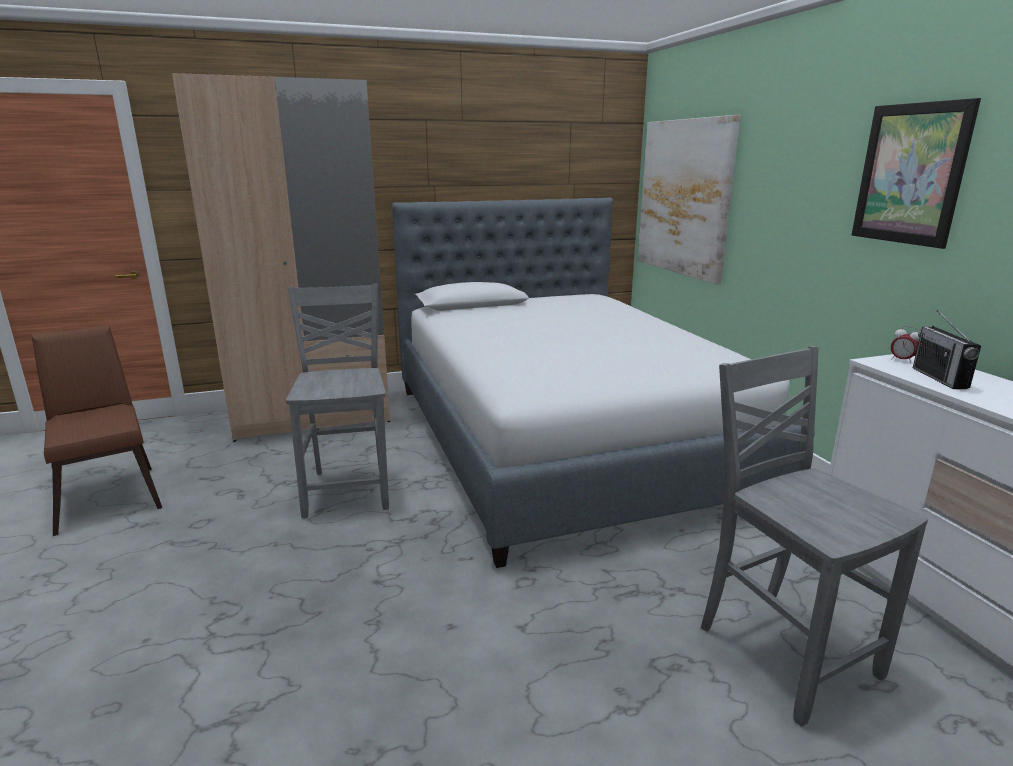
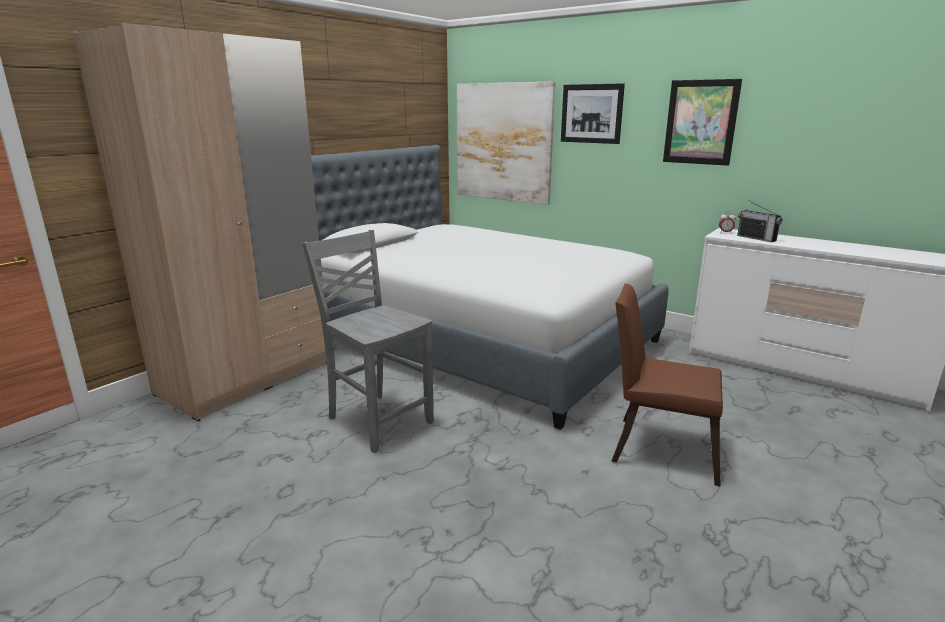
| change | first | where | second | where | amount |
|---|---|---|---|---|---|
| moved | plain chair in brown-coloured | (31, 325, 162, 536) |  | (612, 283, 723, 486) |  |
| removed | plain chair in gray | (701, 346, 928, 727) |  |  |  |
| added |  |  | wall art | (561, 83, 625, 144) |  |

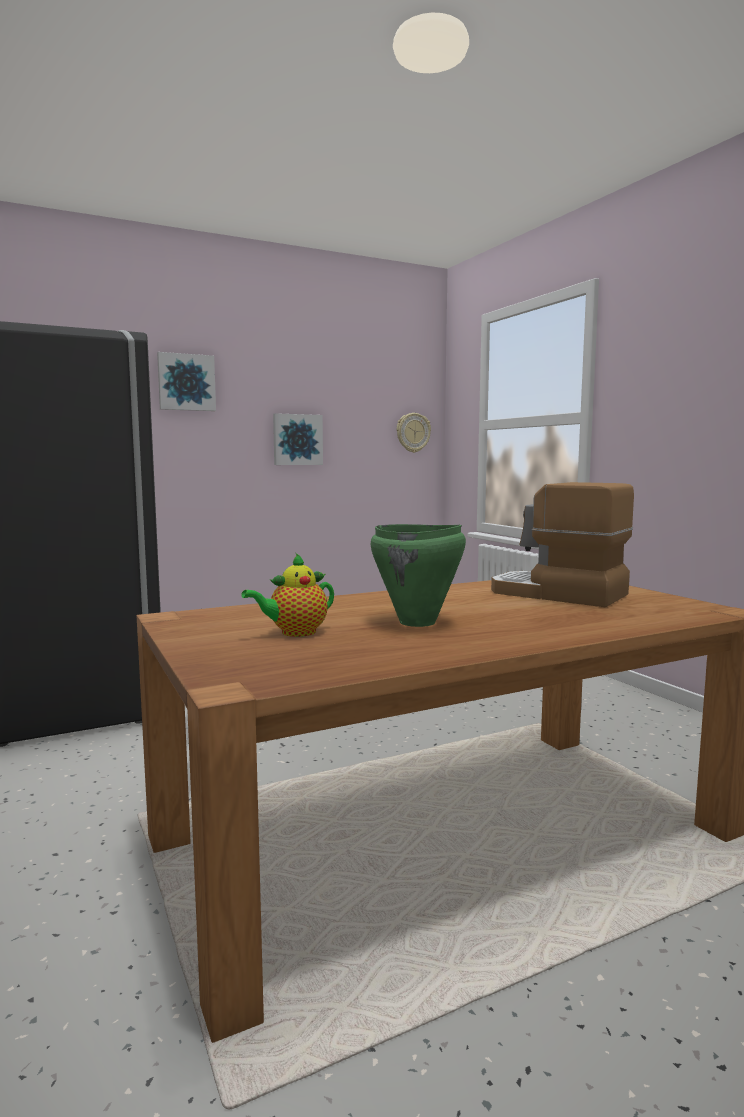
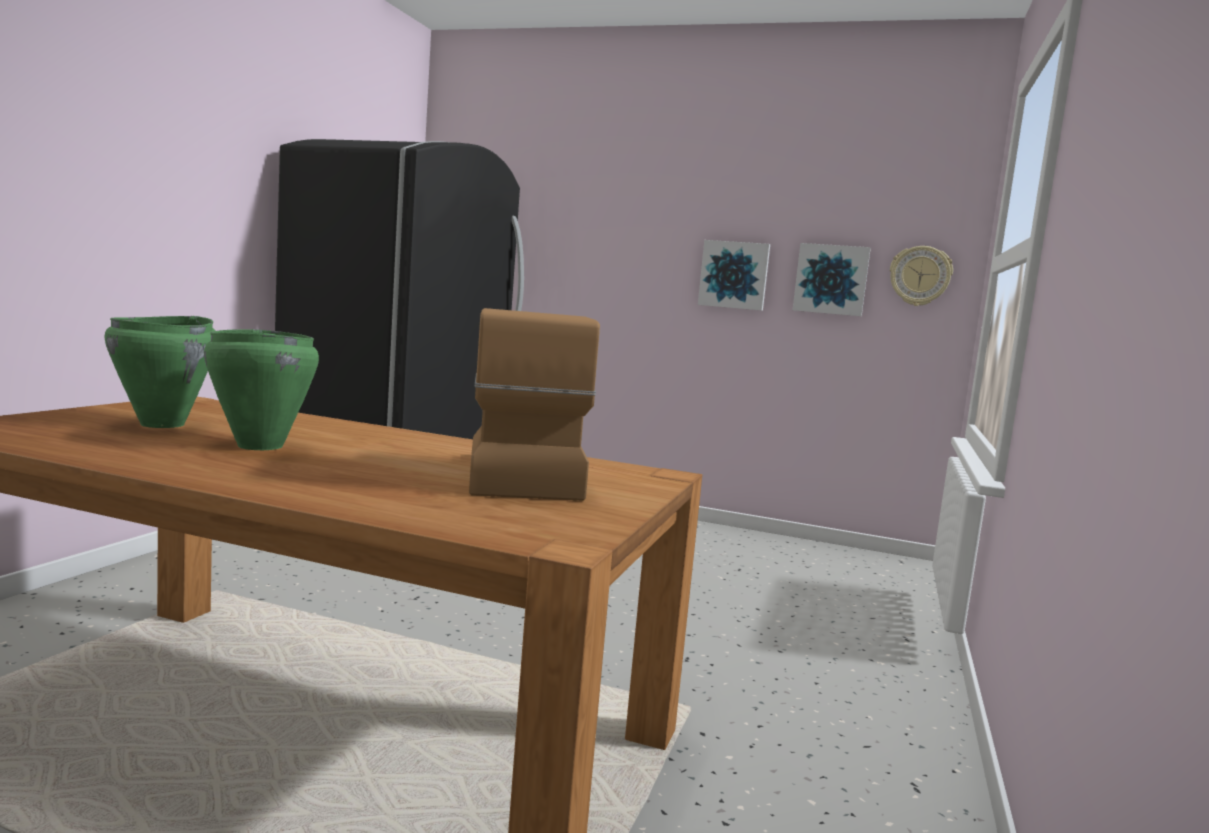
| change | first | where | second | where | amount |
|---|---|---|---|---|---|
| moved | wall art | (157, 352, 216, 411) |  | (793, 243, 871, 316) |  |
| replaced | teapot | (241, 553, 334, 637) | stockpot in greenish | (104, 316, 215, 428) |  |

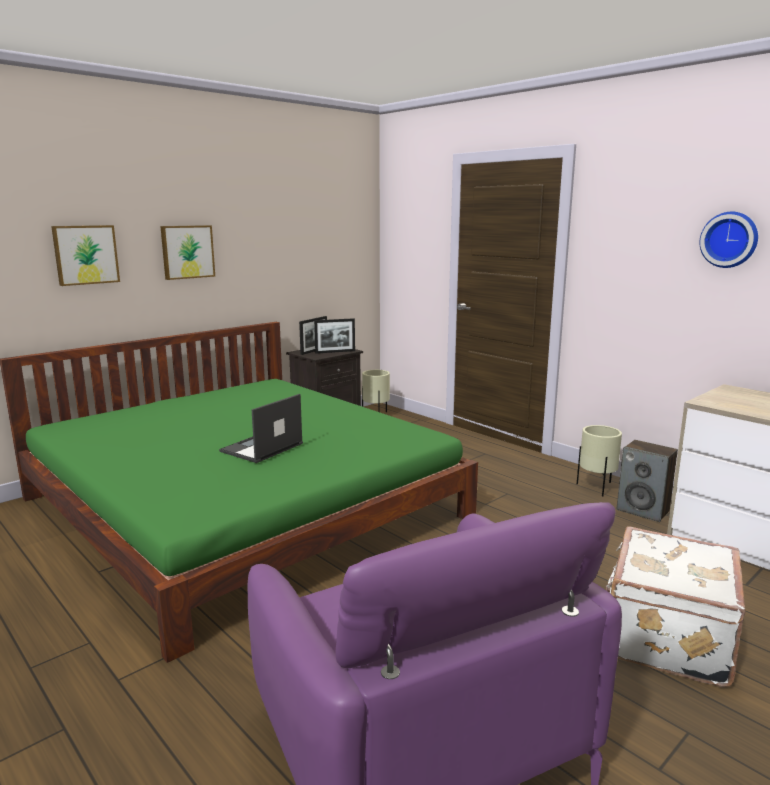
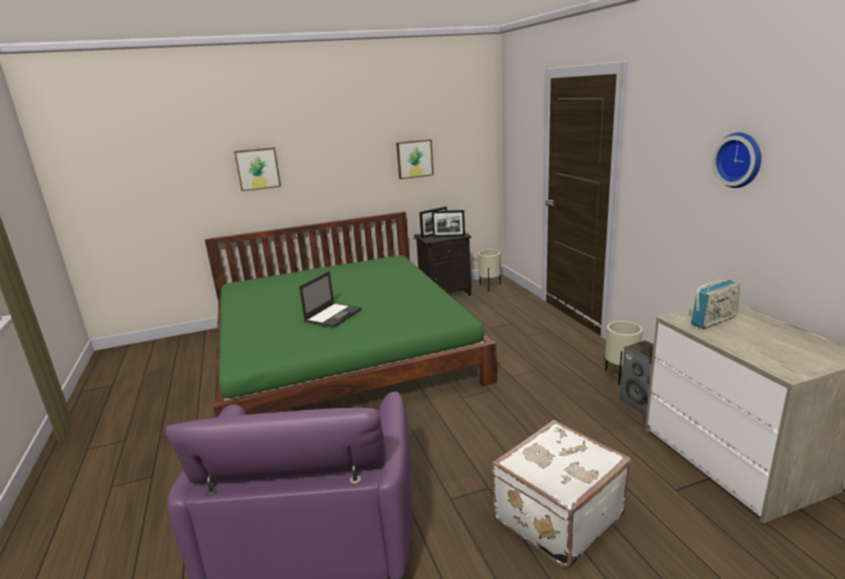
| change | first | where | second | where | amount |
|---|---|---|---|---|---|
| moved | wall art | (160, 225, 215, 280) |  | (396, 139, 434, 179) |  |
| turned | portable computer | (219, 394, 303, 463) |  | (299, 271, 362, 328) | 150 degrees clockwise |
| added |  |  | radio receiver | (691, 280, 740, 329) |  |

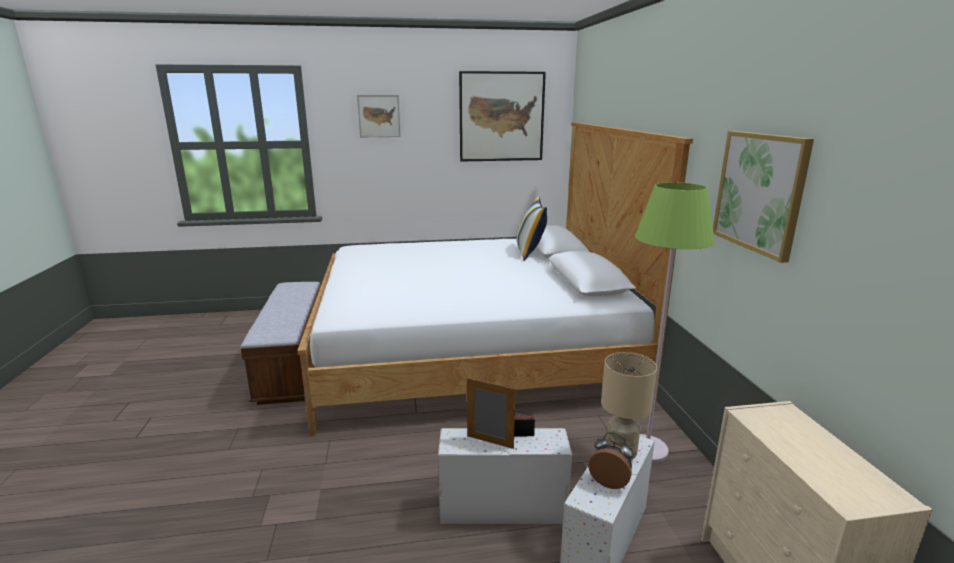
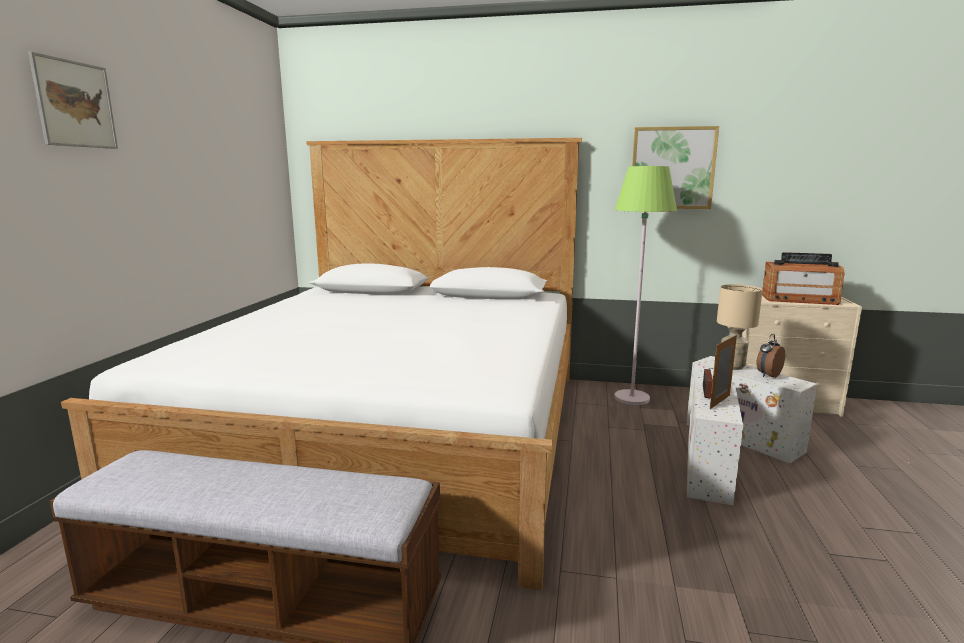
| change | first | where | second | where | amount |
|---|---|---|---|---|---|
| removed | wall art | (459, 71, 546, 162) |  |  |  |
| removed | throw pillow | (517, 197, 547, 261) |  |  |  |
| added |  |  | radio receiver | (762, 252, 845, 305) |  |

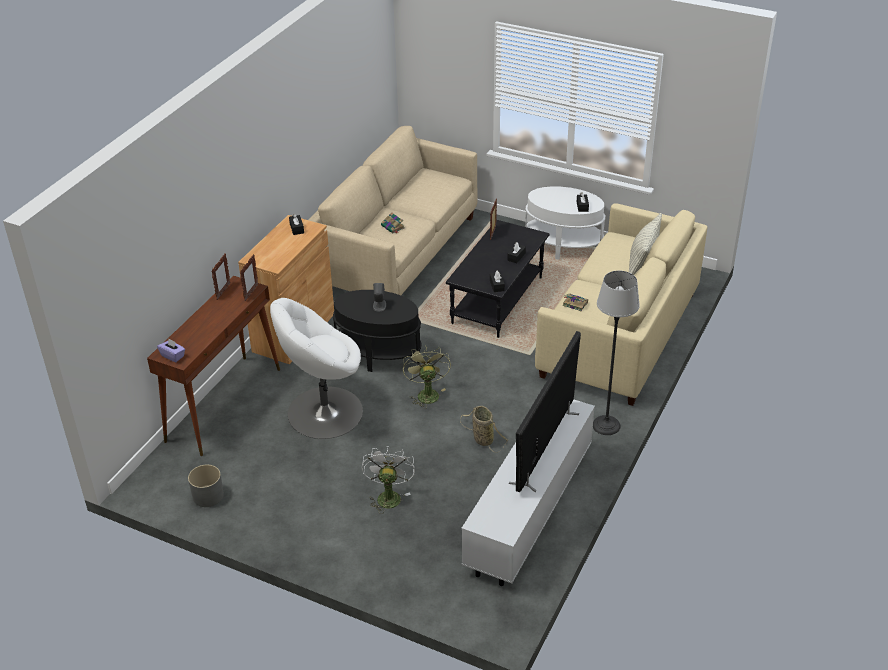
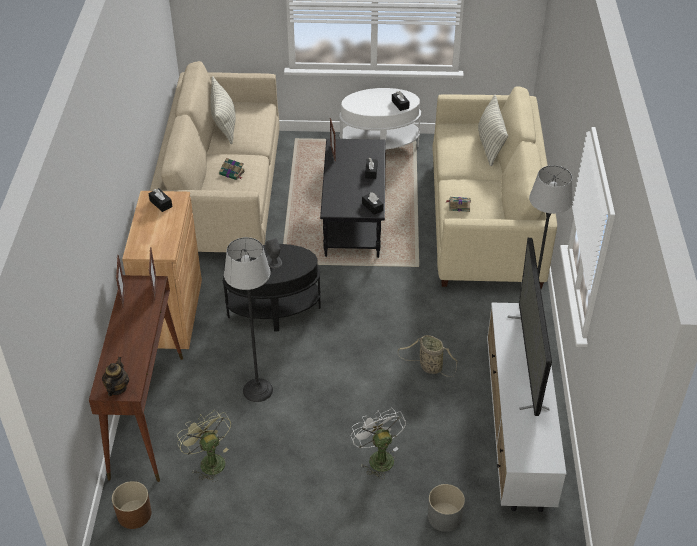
| change | first | where | second | where | amount |
|---|---|---|---|---|---|
| replaced | easy chair in white-coloured | (270, 298, 363, 439) | standing lamp | (224, 237, 273, 402) |  |
| replaced | tissue holder in purple-coloured | (157, 338, 185, 362) | teapot | (102, 357, 129, 396) |  |
| moved | cooling fan in greenish | (403, 346, 451, 409) |  | (177, 410, 231, 482) |  |
| moved | plant pot in gray | (188, 465, 224, 507) |  | (428, 484, 465, 532) |  |
| added |  |  | throw pillow | (210, 76, 236, 144) |  |
| added |  |  | plant pot in brown-coloured | (112, 481, 151, 529) |  |

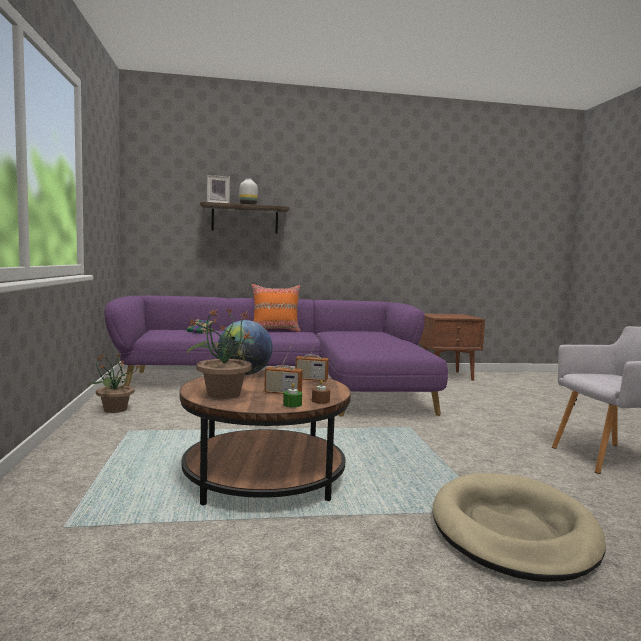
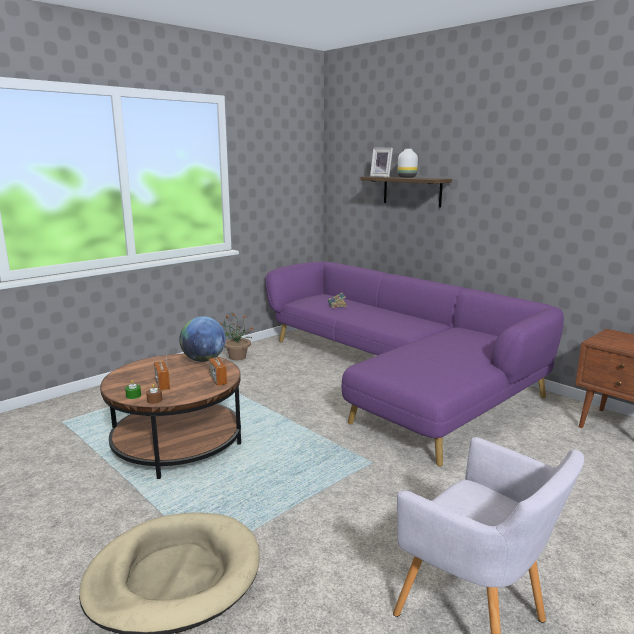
| change | first | where | second | where | amount |
|---|---|---|---|---|---|
| removed | throw pillow in orangey | (251, 284, 301, 332) |  |  |  |
| removed | potted plant | (186, 308, 258, 399) |  |  |  |

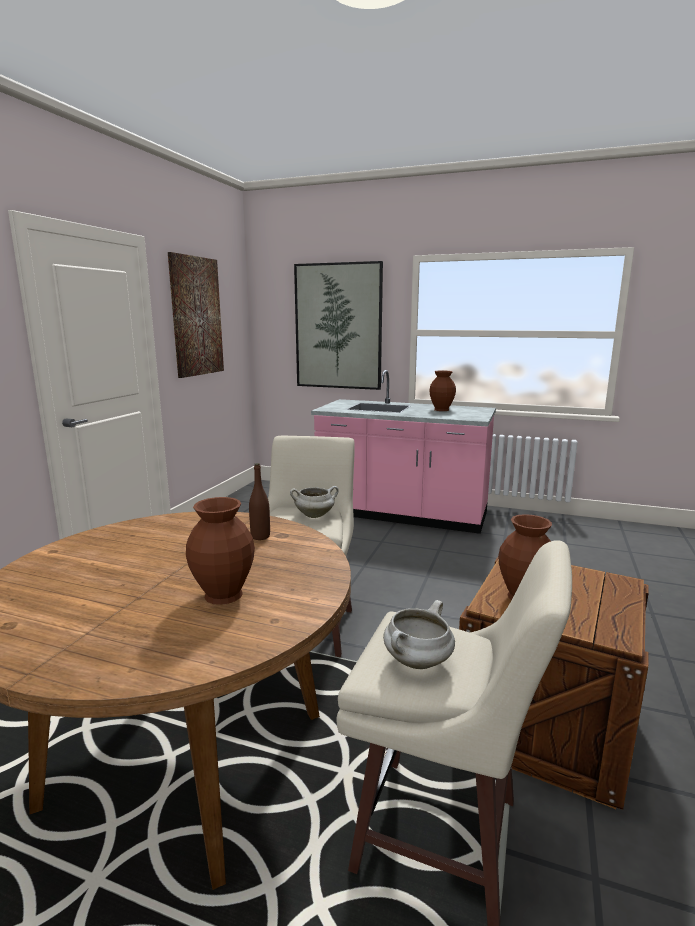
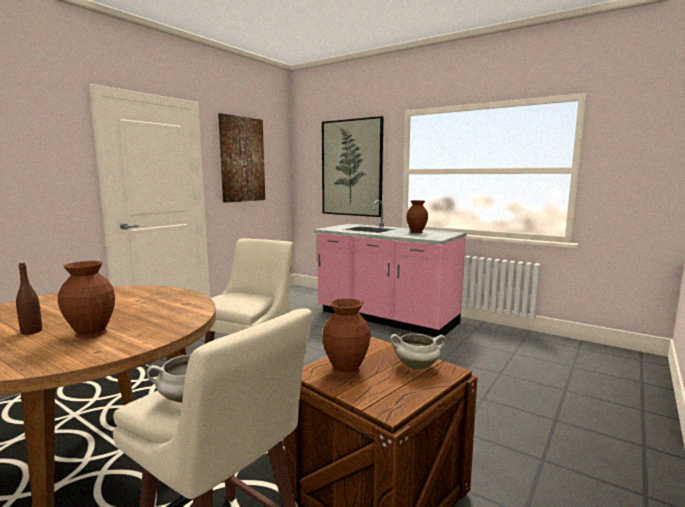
| change | first | where | second | where | amount |
|---|---|---|---|---|---|
| moved | beverage bottle in brown-coloured | (249, 463, 270, 540) |  | (16, 263, 42, 335) |  |
| moved | stockpot in white-coloured | (290, 486, 339, 518) |  | (390, 334, 446, 370) |  |

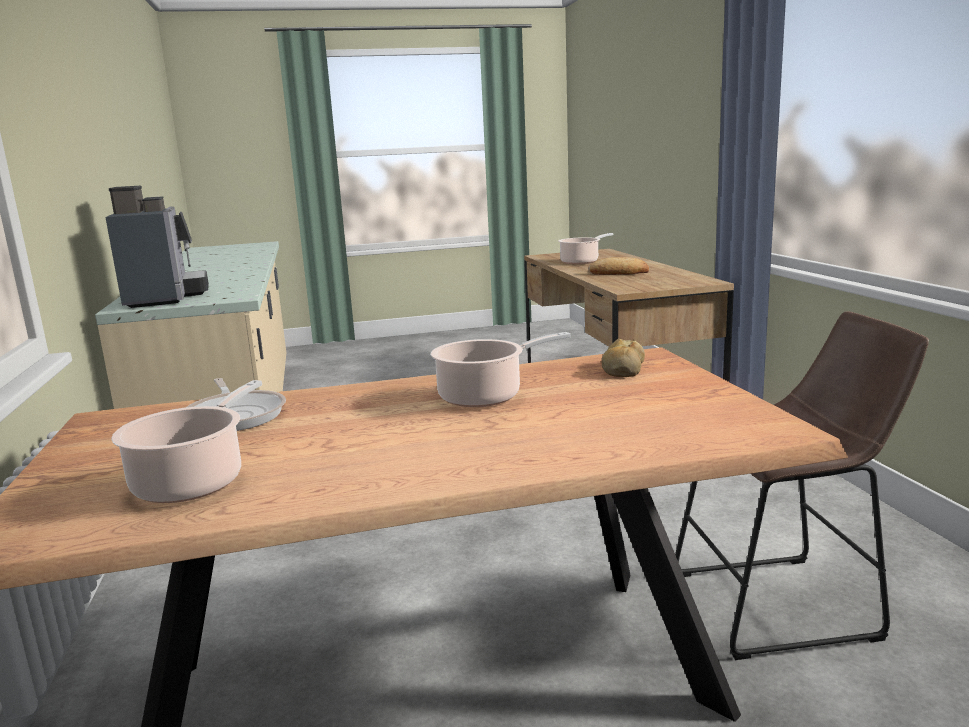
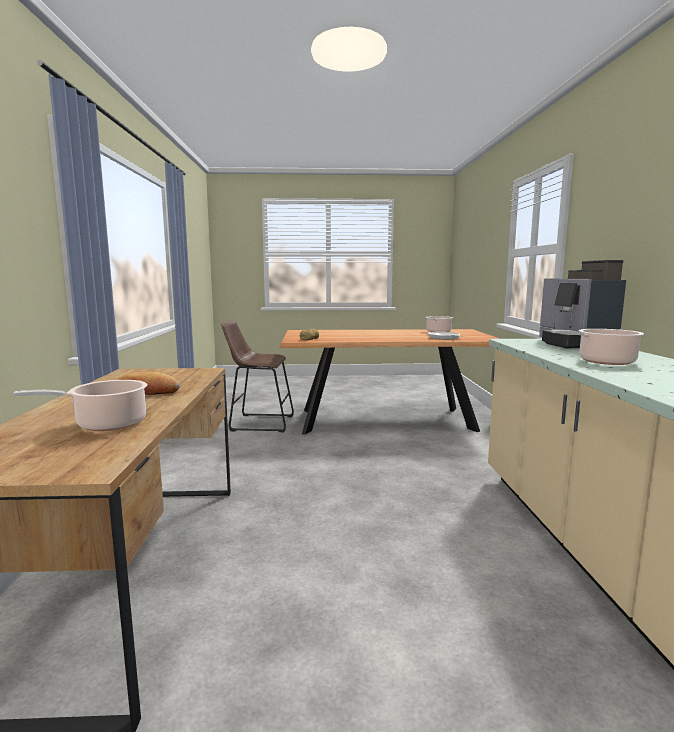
| change | first | where | second | where | amount |
|---|---|---|---|---|---|
| moved | stockpot | (431, 332, 571, 407) |  | (552, 329, 644, 365) |  |

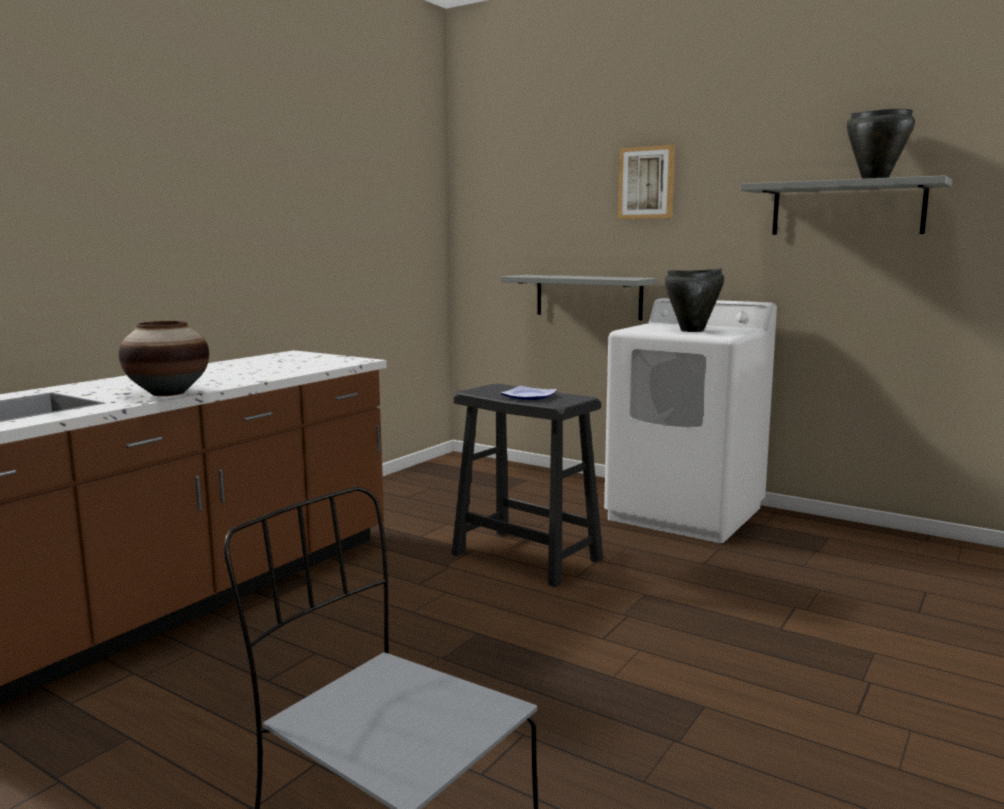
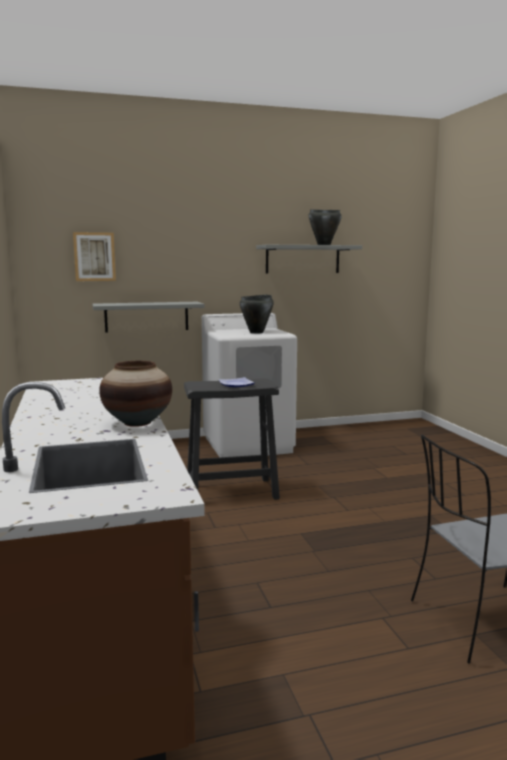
| change | first | where | second | where | amount |
|---|---|---|---|---|---|
| moved | wall art | (618, 145, 675, 219) |  | (73, 232, 116, 281) |  |

